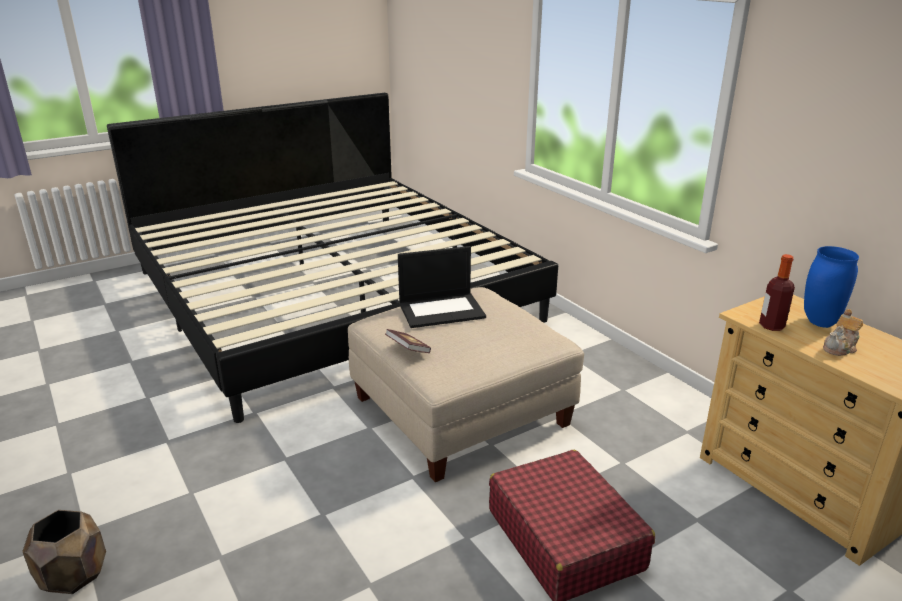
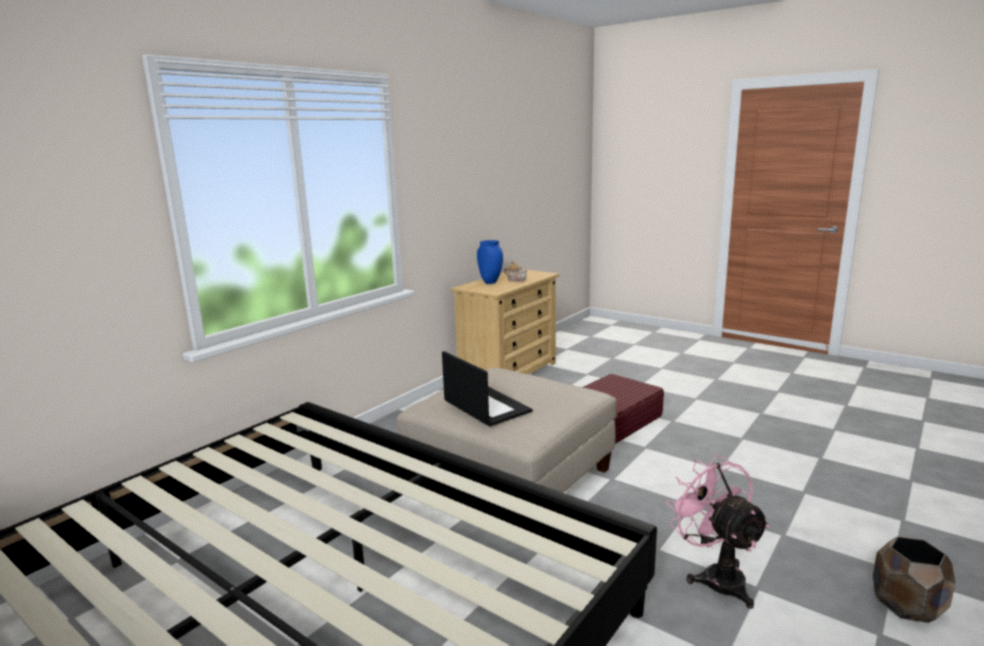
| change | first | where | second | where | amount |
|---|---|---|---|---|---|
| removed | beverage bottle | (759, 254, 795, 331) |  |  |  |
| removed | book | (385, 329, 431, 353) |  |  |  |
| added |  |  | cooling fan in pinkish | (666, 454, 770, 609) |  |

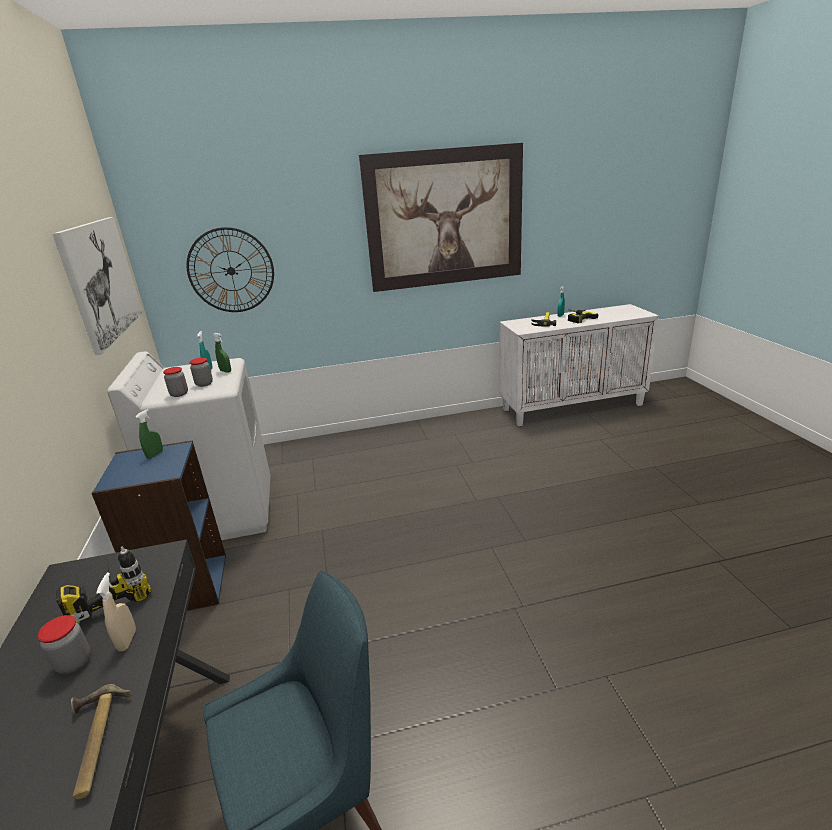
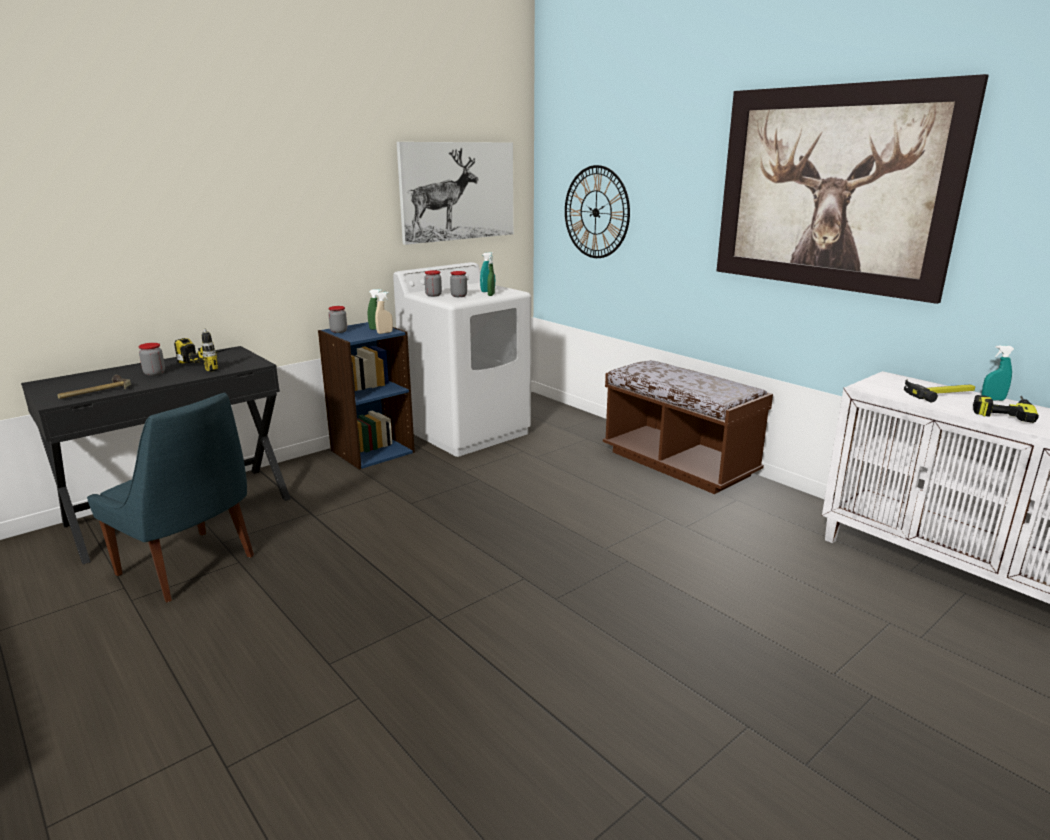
| change | first | where | second | where | amount |
|---|---|---|---|---|---|
| moved | hand sprayer in beige-coloured | (96, 573, 136, 652) |  | (375, 292, 393, 334) |  |
| added |  |  | storage jar | (328, 306, 347, 333) |  |
| added |  |  | bench in brown-coloured | (603, 360, 773, 494) |  |

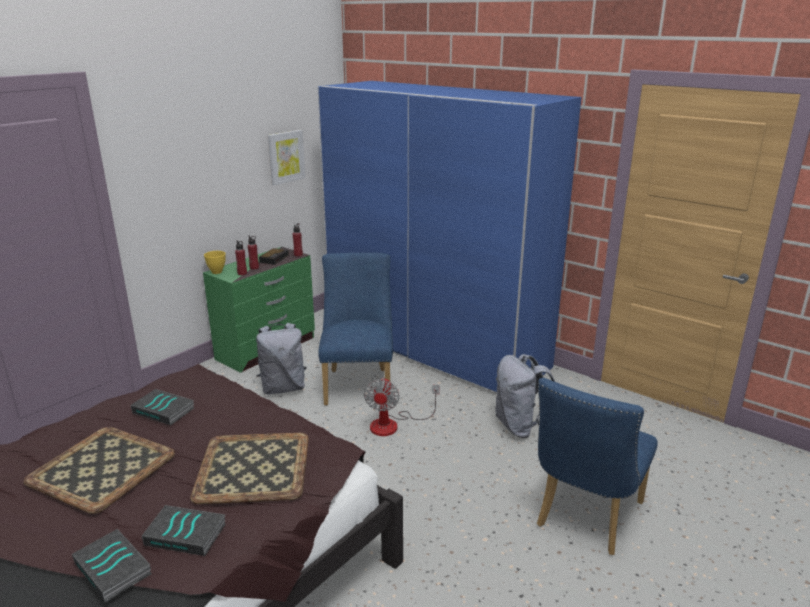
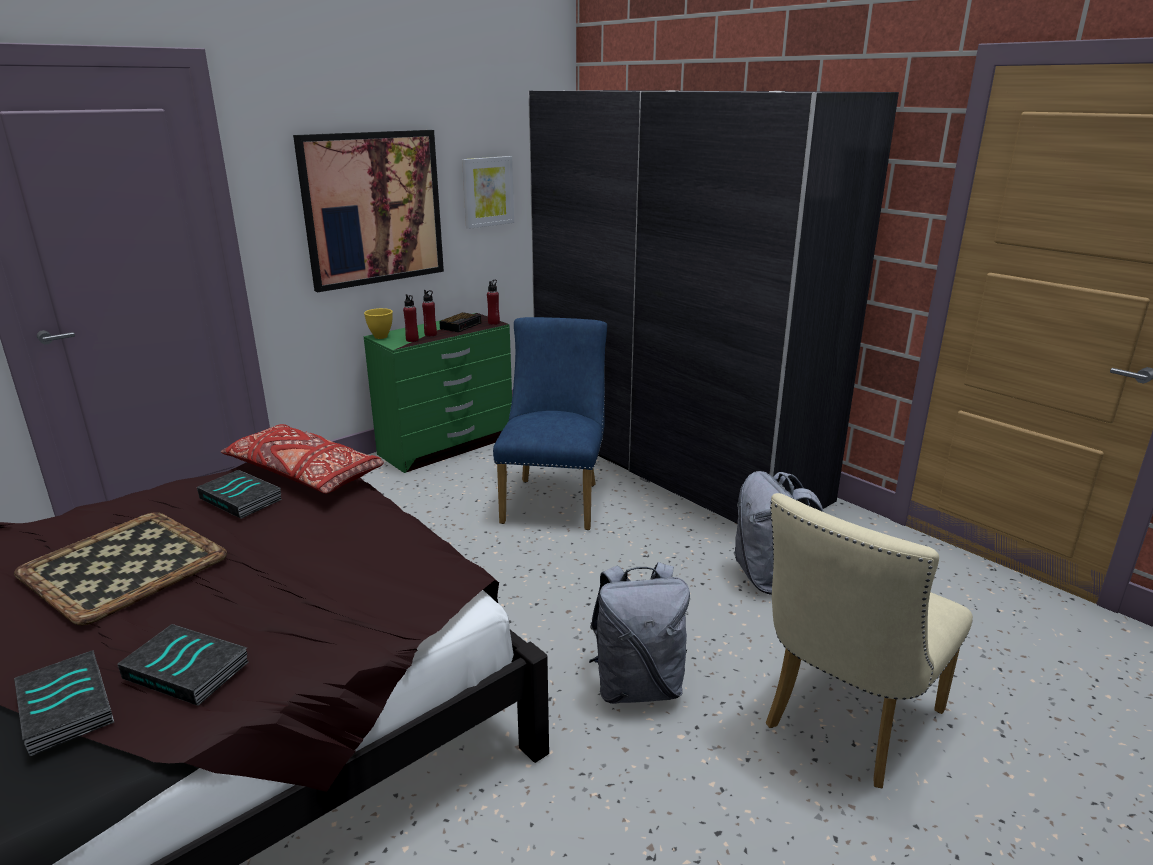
| change | first | where | second | where | amount |
|---|---|---|---|---|---|
| recoloured | clothes cupboard in blue | (318, 81, 582, 394) | clothes cupboard in gray | (528, 90, 899, 523) |  |
| moved | rucksack in gray | (256, 323, 307, 394) |  | (589, 562, 690, 704) |  |
| removed | cooling fan | (363, 377, 440, 436) |  |  |  |
| recoloured | plain chair in blue | (537, 378, 658, 555) | plain chair in beige-coloured | (766, 493, 973, 789) |  |
| removed | tray | (190, 433, 309, 504) |  |  |  |
| added |  |  | wall art | (293, 130, 444, 292) |  |
| added |  |  | throw pillow in red-coloured | (221, 424, 384, 494) |  |

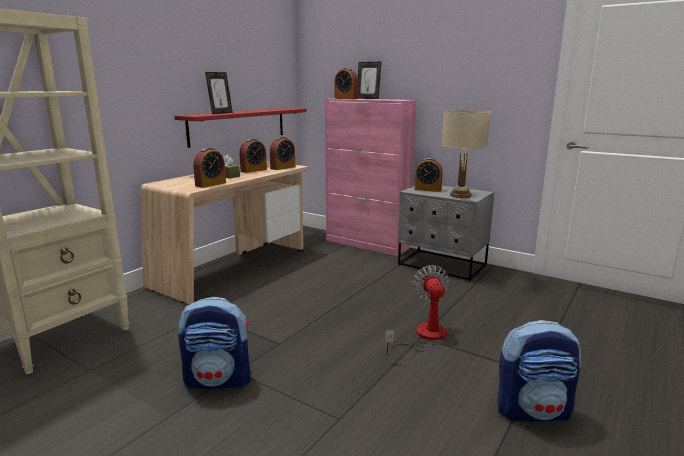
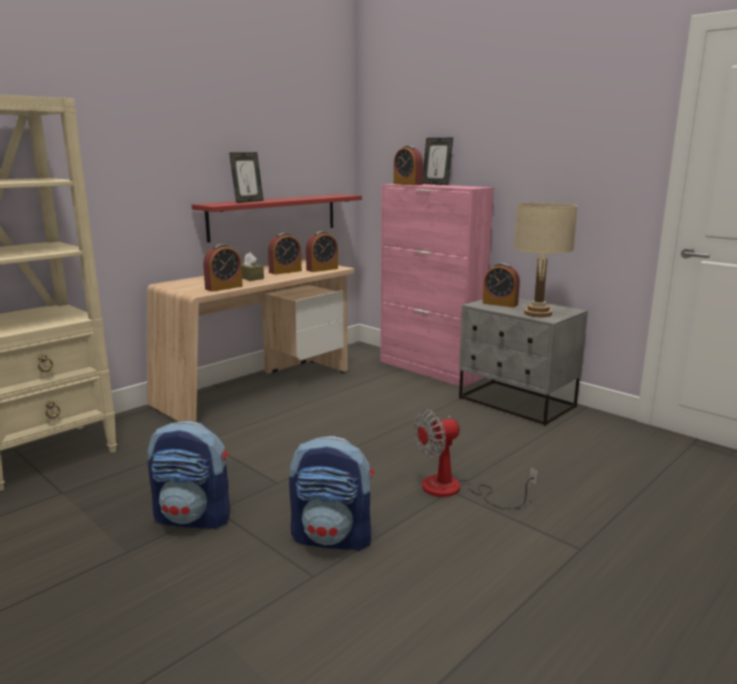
| change | first | where | second | where | amount |
|---|---|---|---|---|---|
| turned | cooling fan | (385, 265, 449, 354) |  | (414, 410, 538, 509) | 120 degrees counterclockwise |
| moved | rucksack | (497, 320, 581, 422) |  | (289, 436, 374, 551) |  |

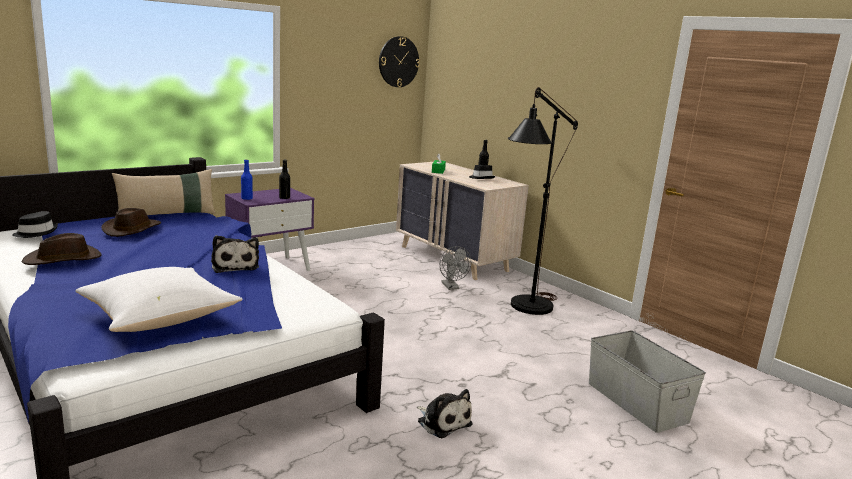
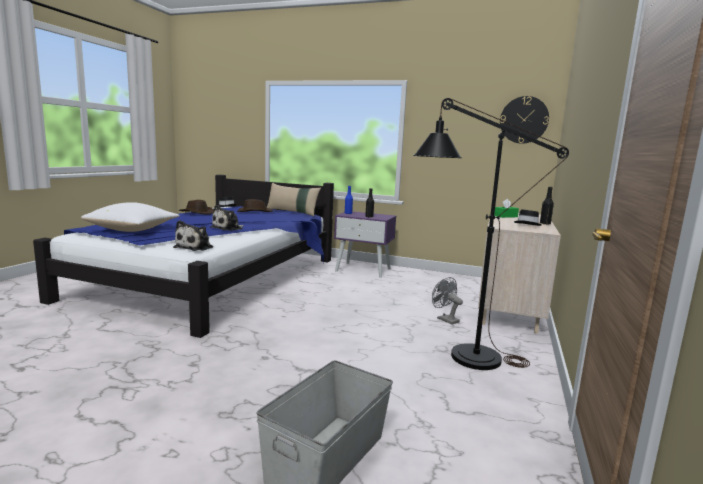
| change | first | where | second | where | amount |
|---|---|---|---|---|---|
| turned | cooling fan in gray | (440, 246, 471, 290) |  | (432, 277, 463, 325) | 105 degrees clockwise |
| moved | soft toy | (417, 389, 473, 438) |  | (173, 220, 213, 251) |  |

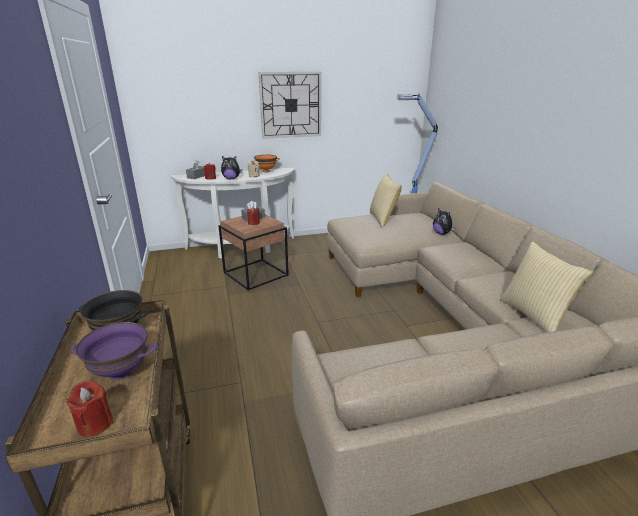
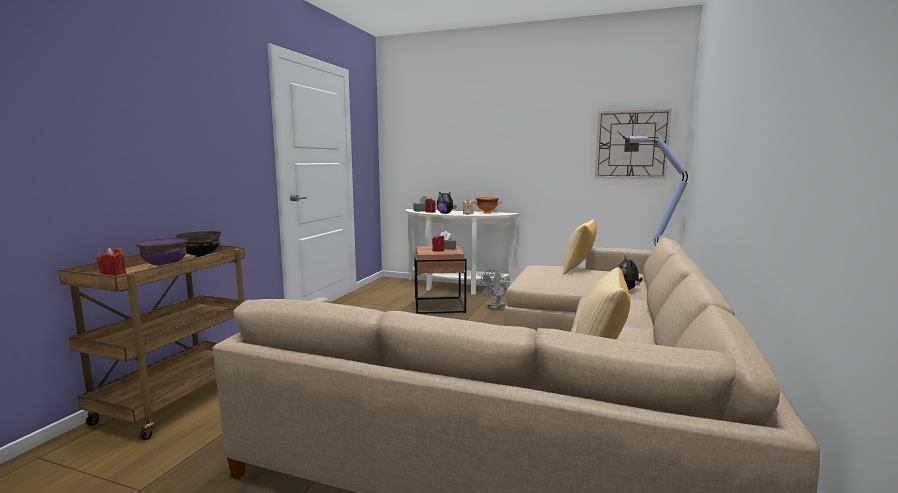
| change | first | where | second | where | amount |
|---|---|---|---|---|---|
| moved | wall clock | (259, 72, 321, 139) |  | (595, 109, 672, 179) |  |
| added |  |  | cooling fan in gray | (480, 270, 506, 310) |  |

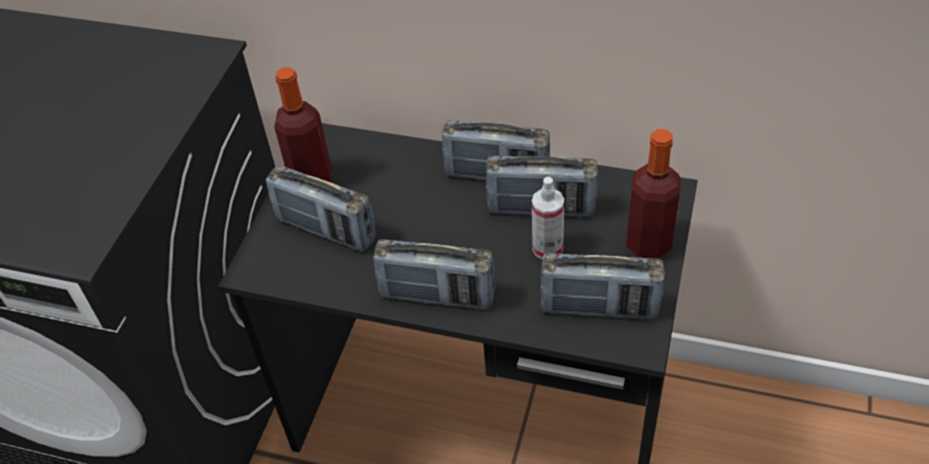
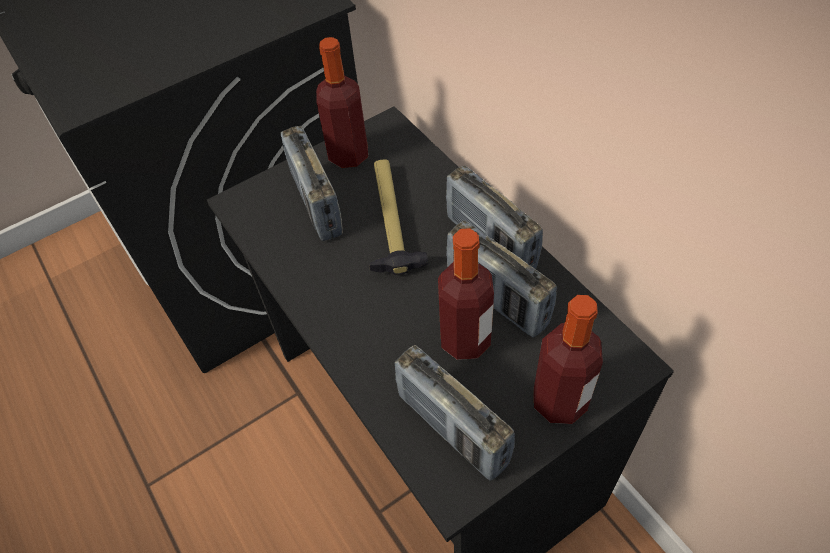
| change | first | where | second | where | amount |
|---|---|---|---|---|---|
| replaced | hand sprayer | (532, 177, 564, 259) | beverage bottle | (438, 228, 494, 360) |  |
| removed | radio receiver | (373, 240, 494, 309) |  |  |  |
| added |  |  | tool hammer | (369, 159, 428, 275) |  |

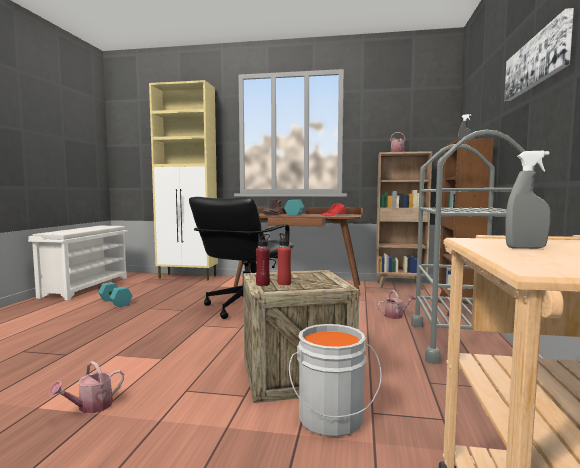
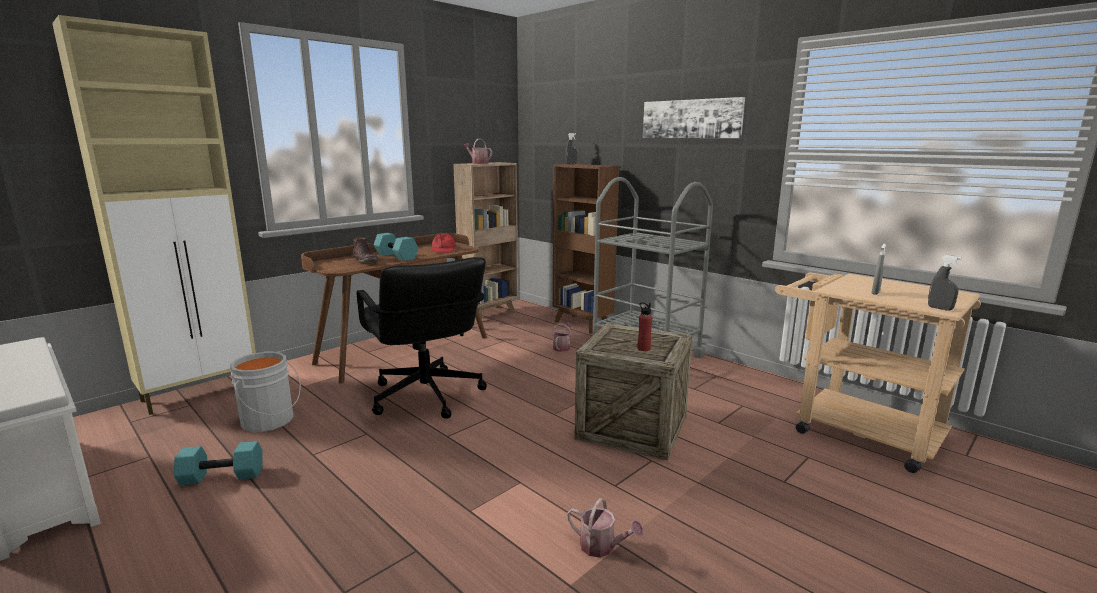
| change | first | where | second | where | amount |
|---|---|---|---|---|---|
| removed | beverage bottle in red-coloured | (256, 234, 270, 286) |  |  |  |
| moved | bucket in gray | (289, 324, 382, 437) |  | (230, 352, 301, 432) |  |
| turned | sprinkling can | (49, 361, 124, 413) |  | (567, 498, 643, 558) | 45 degrees counterclockwise |
| added |  |  | hand sprayer in gray | (928, 255, 962, 310) |  |

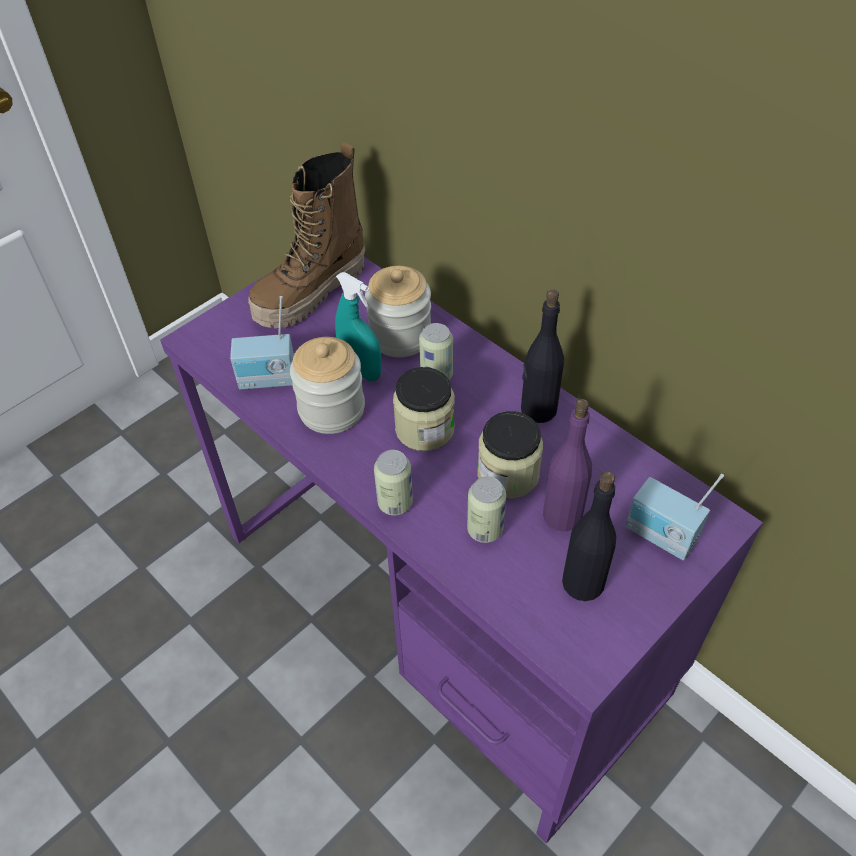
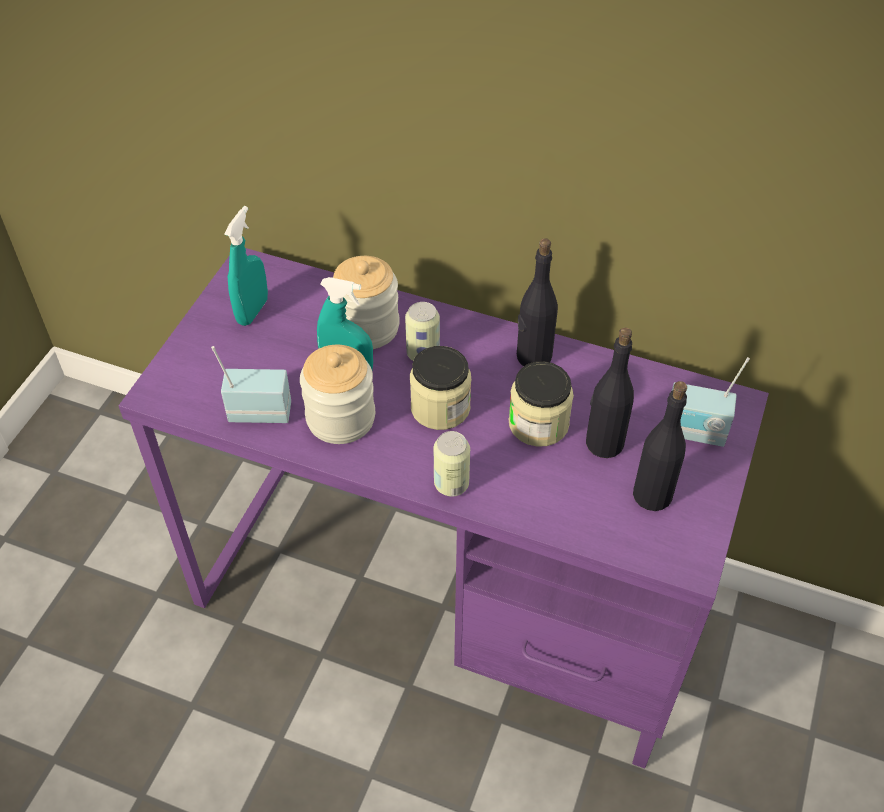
| change | first | where | second | where | amount |
|---|---|---|---|---|---|
| replaced | high-top boot | (248, 142, 365, 329) | hand sprayer in turquoise | (224, 206, 268, 326) |  |
| turned | radio receiver | (230, 296, 294, 389) |  | (211, 346, 291, 423) | 150 degrees counterclockwise |
| recoloured | beverage bottle in purple-coloured | (543, 399, 592, 531) | beverage bottle in black-coloured | (586, 328, 634, 458) |  |
| removed | can | (467, 476, 506, 543) |  |  |  |

